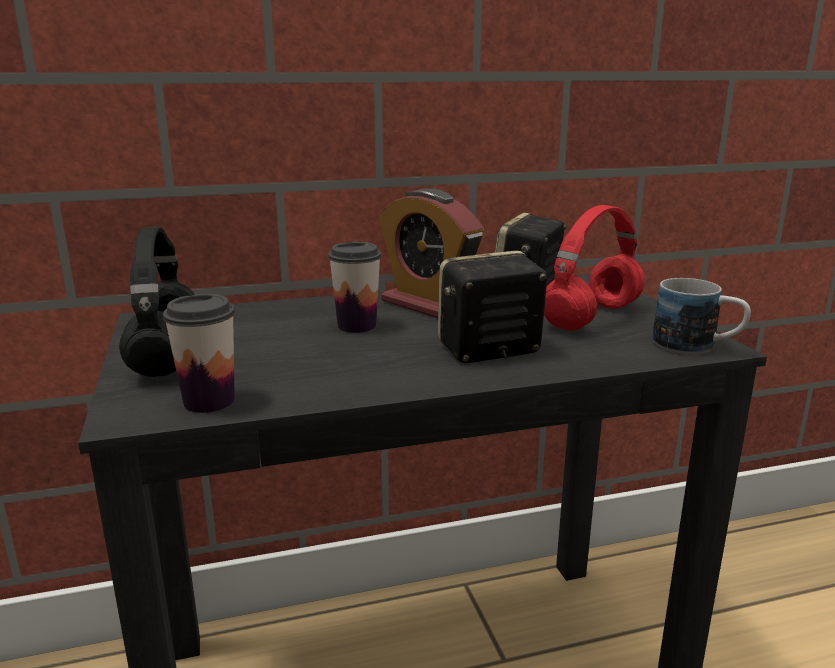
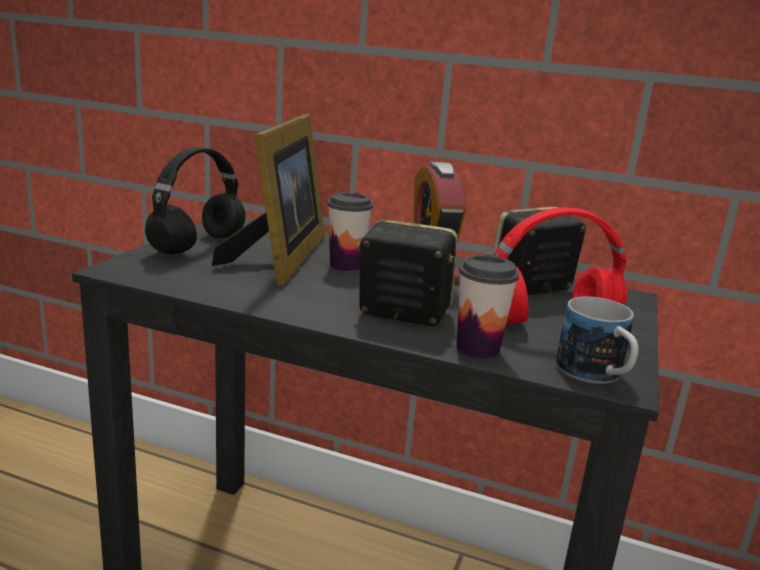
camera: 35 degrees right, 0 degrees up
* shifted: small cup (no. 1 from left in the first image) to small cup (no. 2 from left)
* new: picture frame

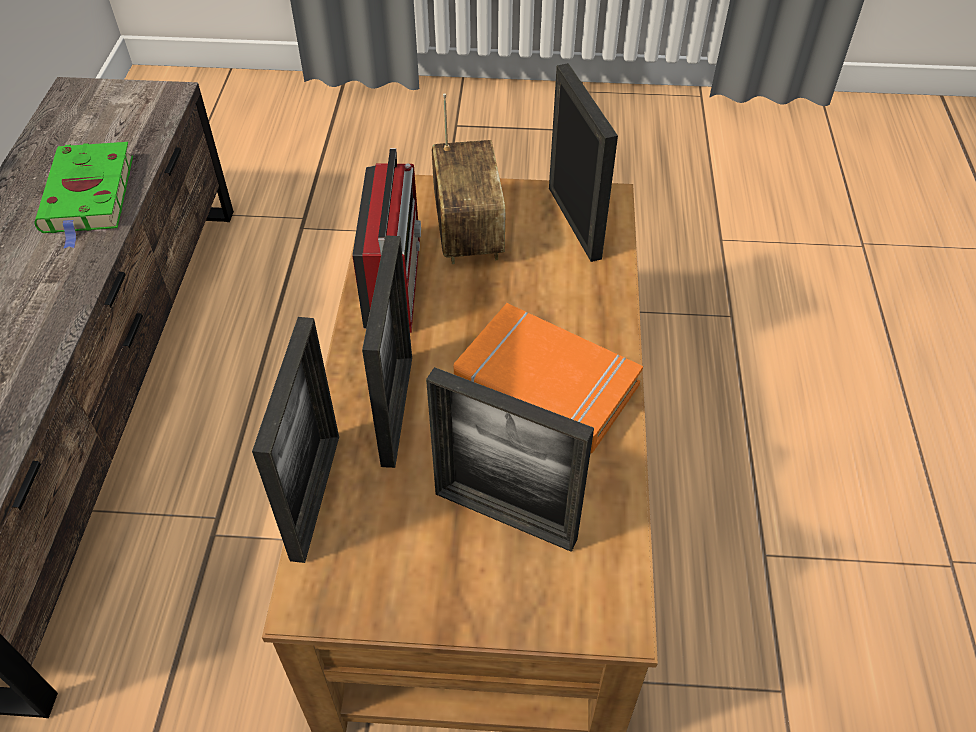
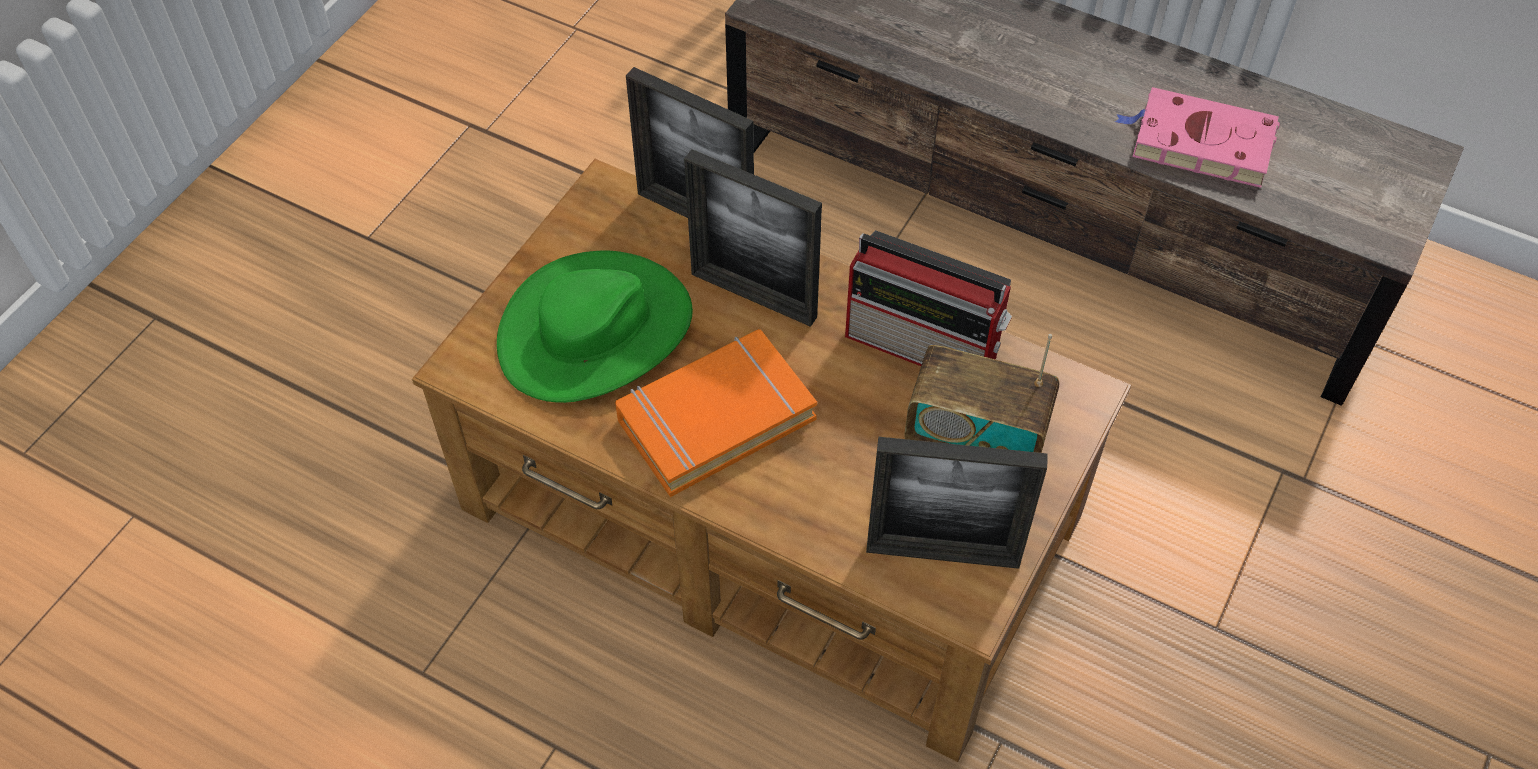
camera: 115 degrees right, 5 degrees up
* repainted: green volume to pink-coloured volume
* swapped: picture frame (no. 3 from left) to green hat

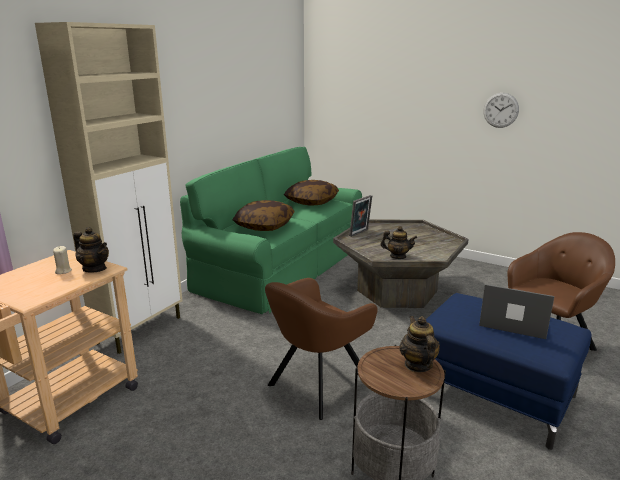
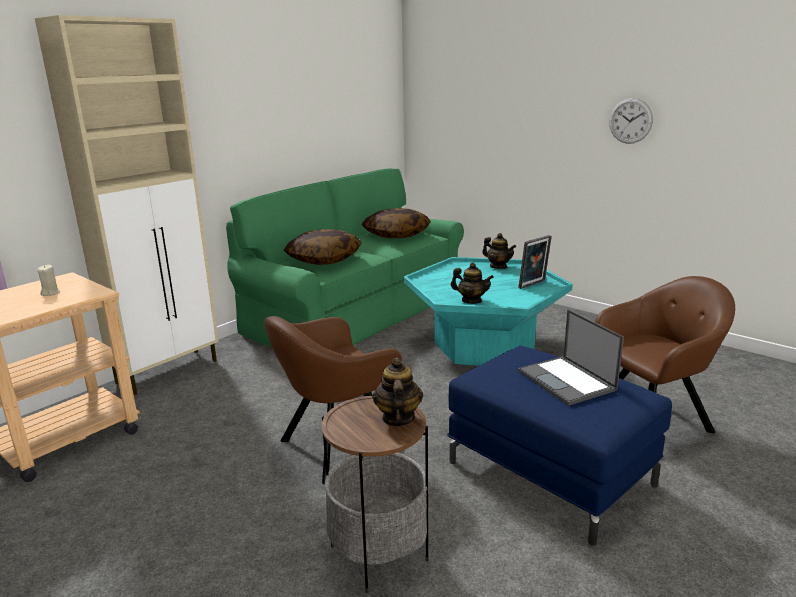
camera: 10 degrees right, 0 degrees up
* shifted: pot for tea (no. 1 from left in the first image) to pot for tea (no. 3 from left)
* repainted: greyish coffee table to blue-green coffee table
* shifted: picture frame
* rotated: notebook computer 150 degrees counterclockwise

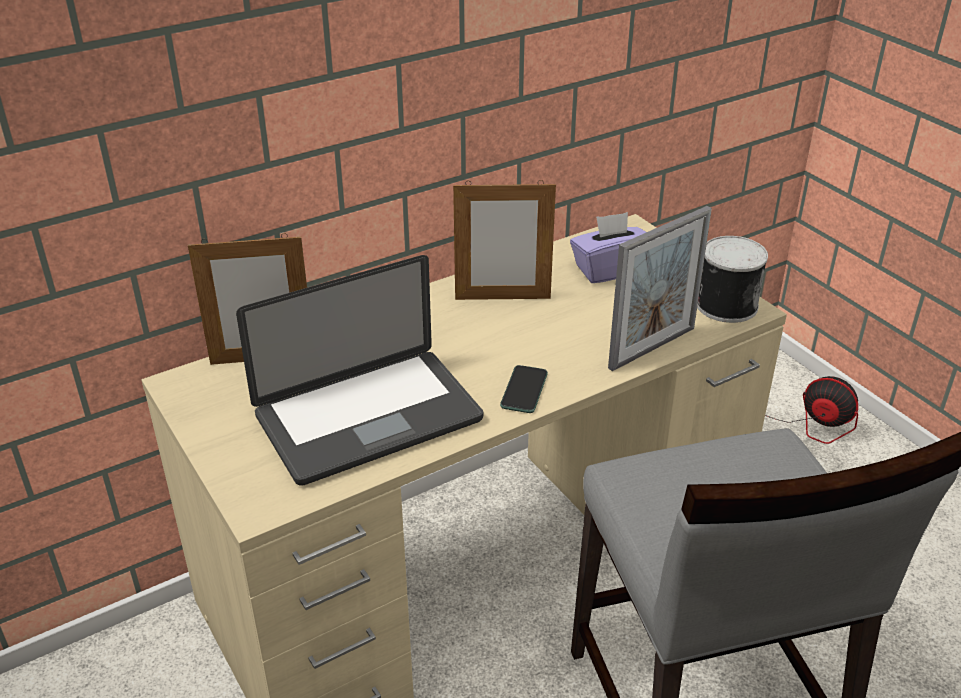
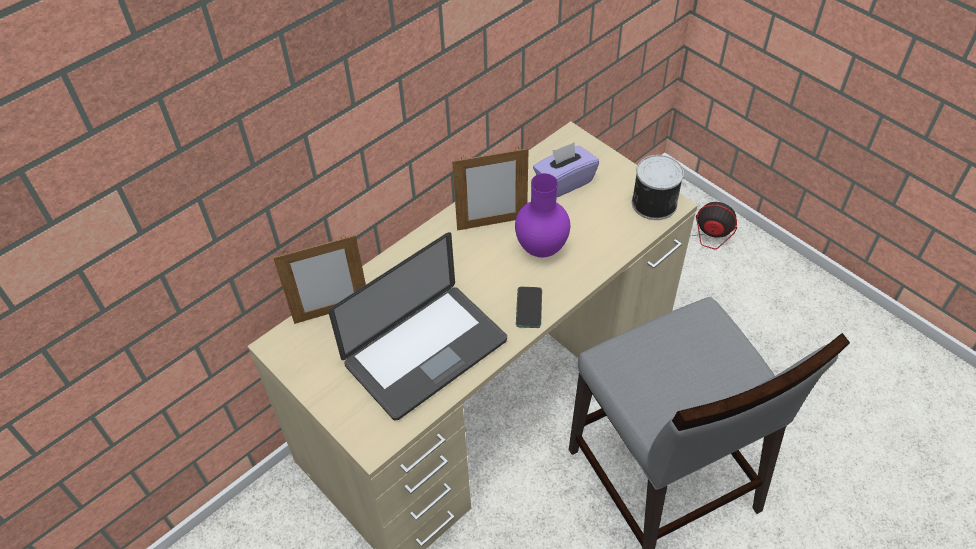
camera: 10 degrees left, 15 degrees up
* gone: picture frame (no. 3 from left)
* new: purple-coloured flower vase

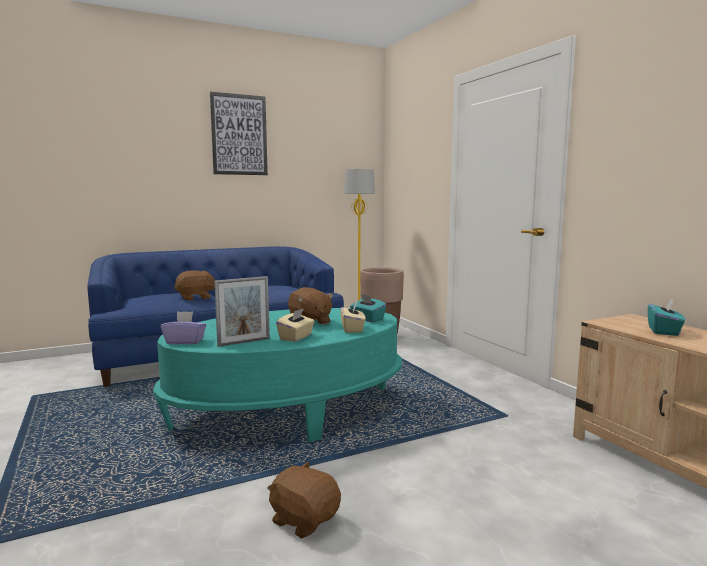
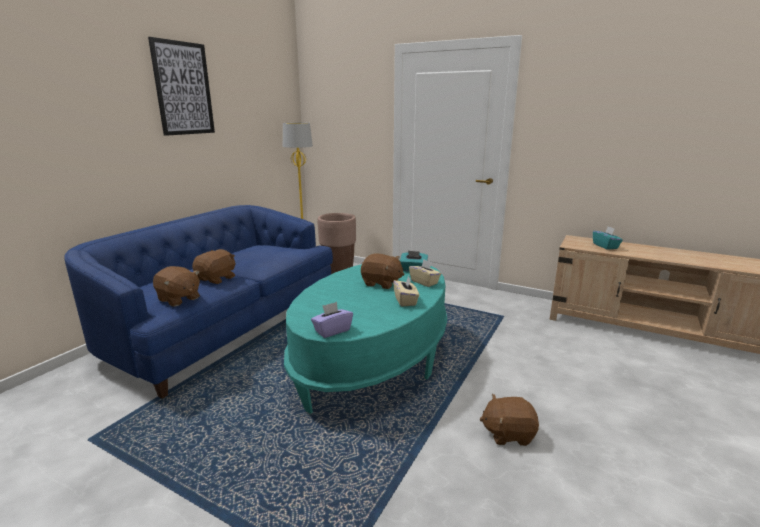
camera: 35 degrees left, 10 degrees up
* gone: picture frame
* new: brown-coloured cuddly toy (no. 1 from left)

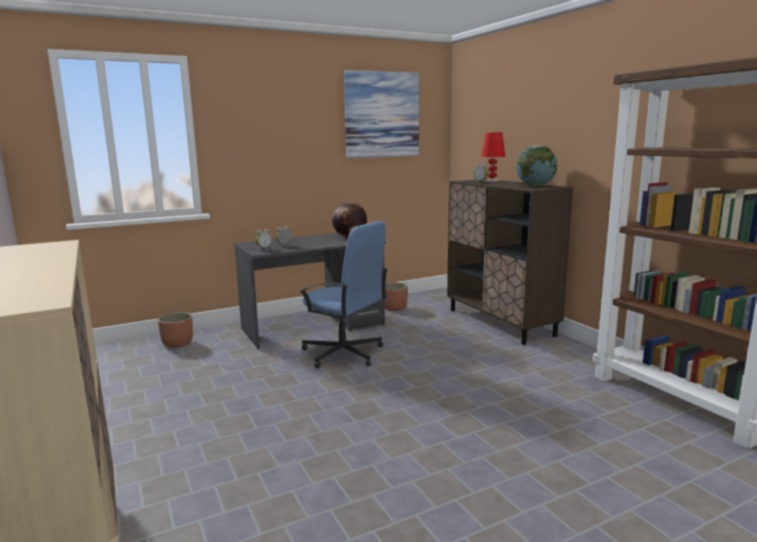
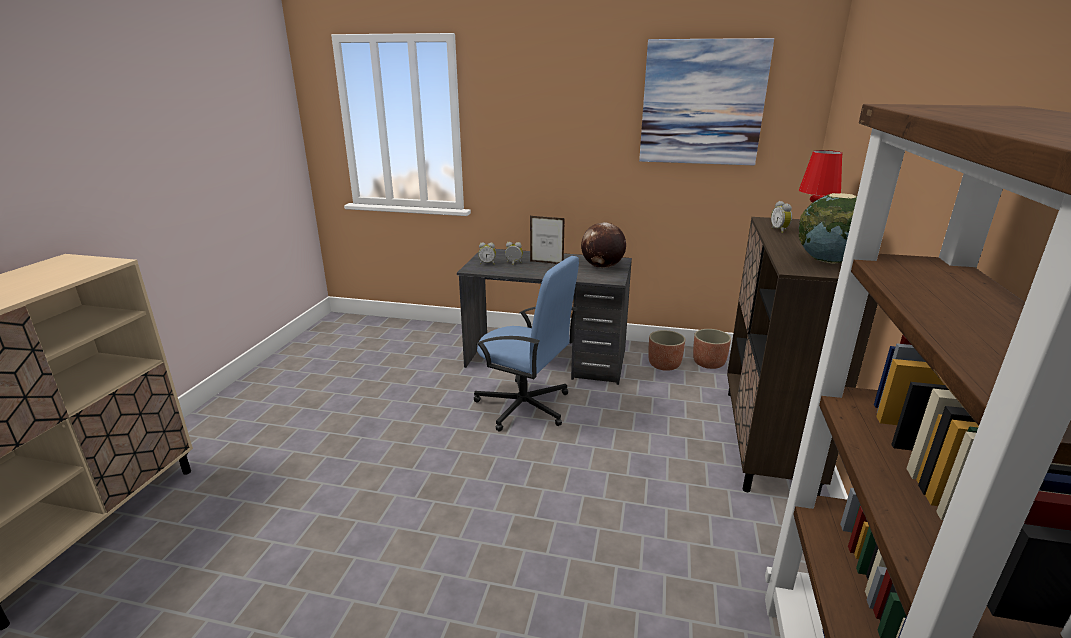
camera: 40 degrees right, 10 degrees up
* shifted: flower pot (no. 1 from left in the first image) to flower pot (no. 2 from left)
* rotated: blue-coloured office chair 45 degrees counterclockwise
* new: picture frame

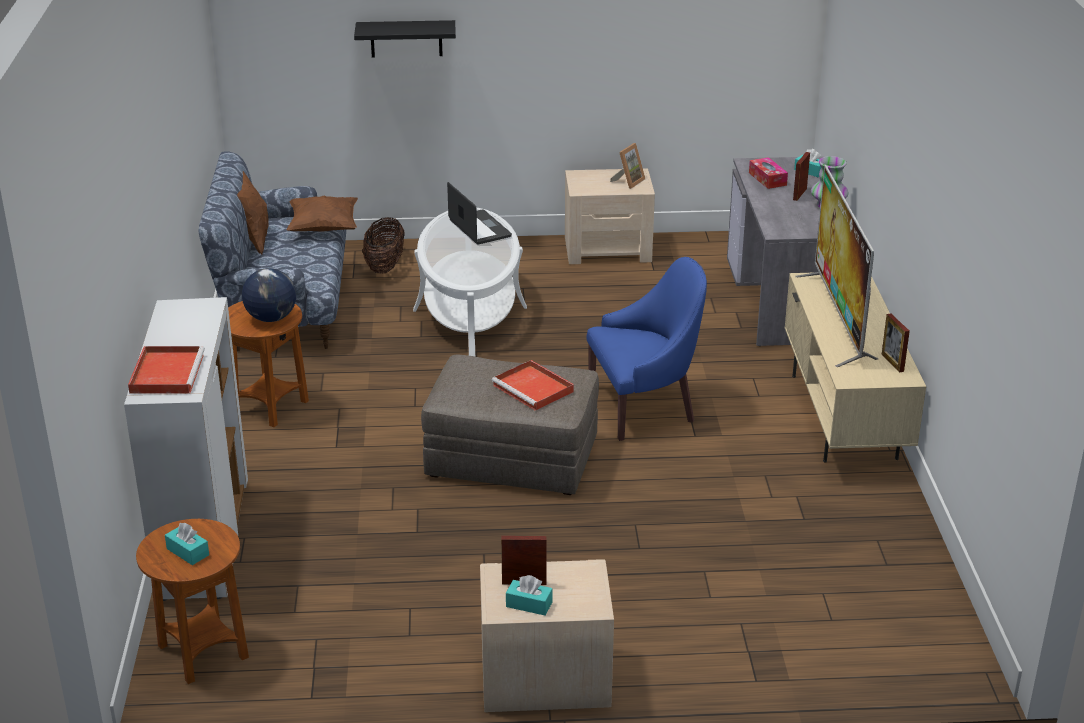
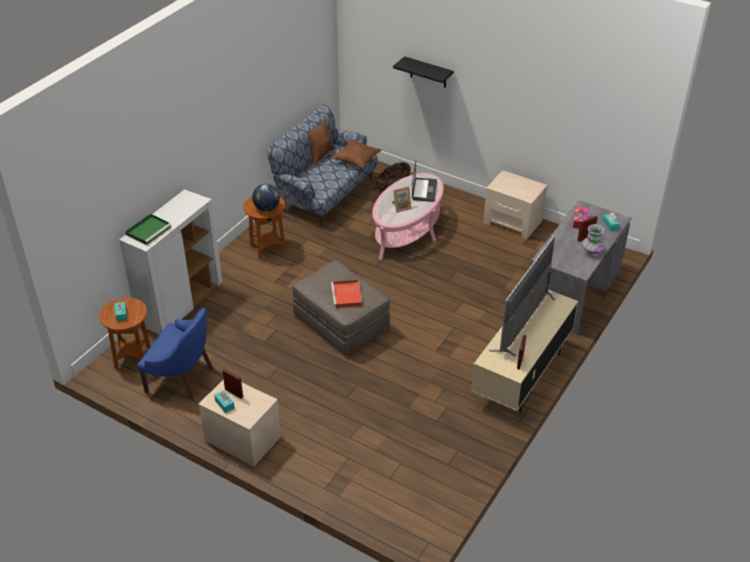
camera: 35 degrees right, 10 degrees up
* repainted: red serving tray (no. 1 from left) to green serving tray
* repainted: whitish coffee table to pink-coloured coffee table
* shifted: blue-coloured lounge chair
* shifted: picture frame (no. 2 from left)

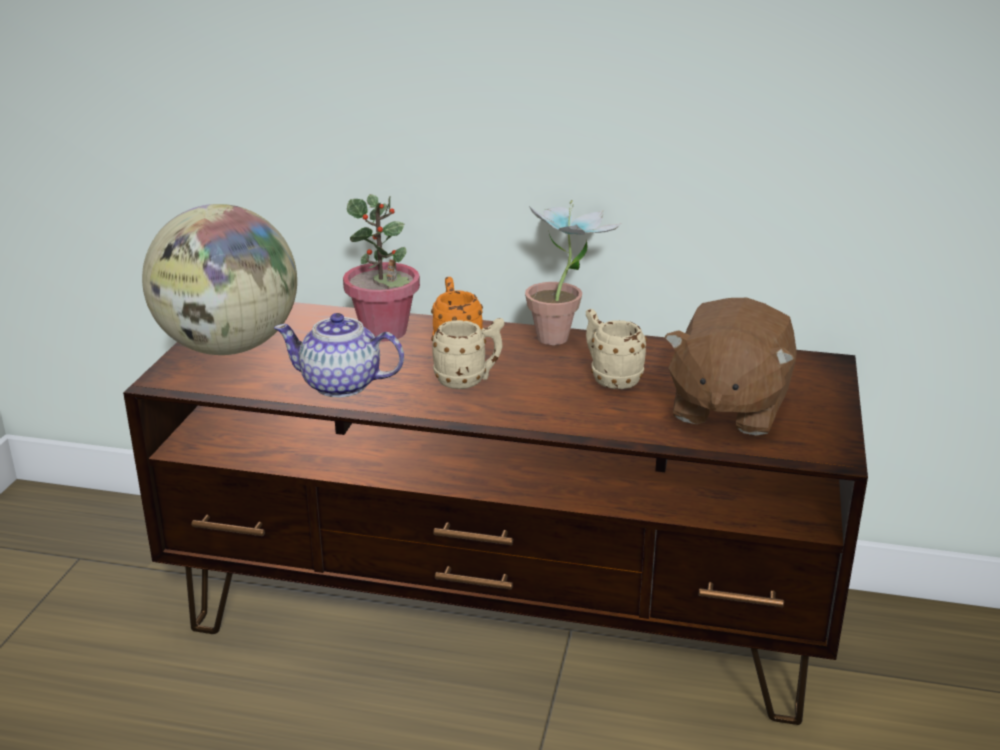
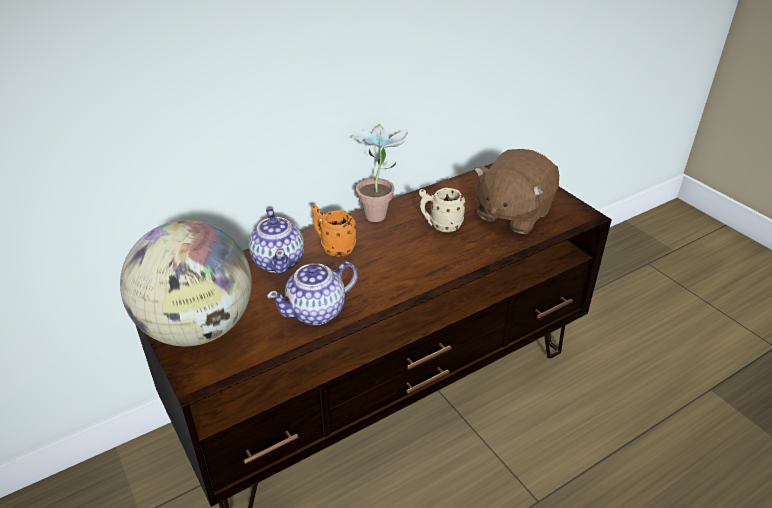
camera: 45 degrees left, 10 degrees up
* swapped: potted plant (no. 1 from left) to pot for tea (no. 1 from left)
* gone: sand-coloured coffee mug (no. 1 from left)
* rotated: brown-coloured cuddly toy 60 degrees clockwise

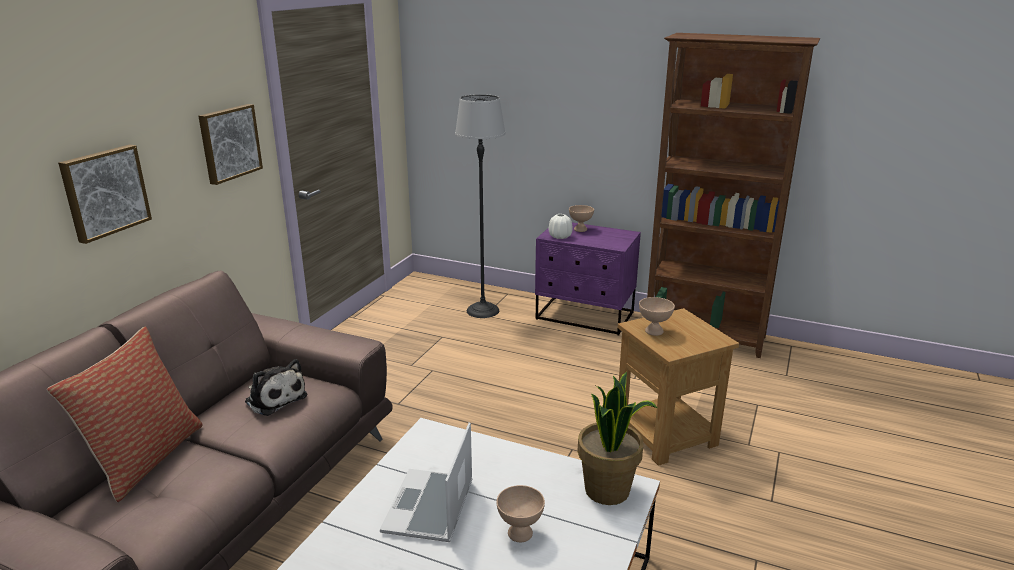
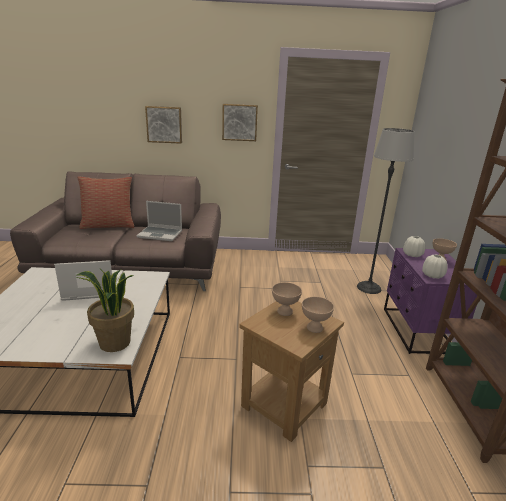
camera: 65 degrees right, 0 degrees up
* swapped: cuddly toy to notebook computer (no. 2 from left)
* shifted: sand-coloured bowl (no. 1 from left in the first image) to sand-coloured bowl (no. 2 from left)
* new: whitish flower vase (no. 2 from left)

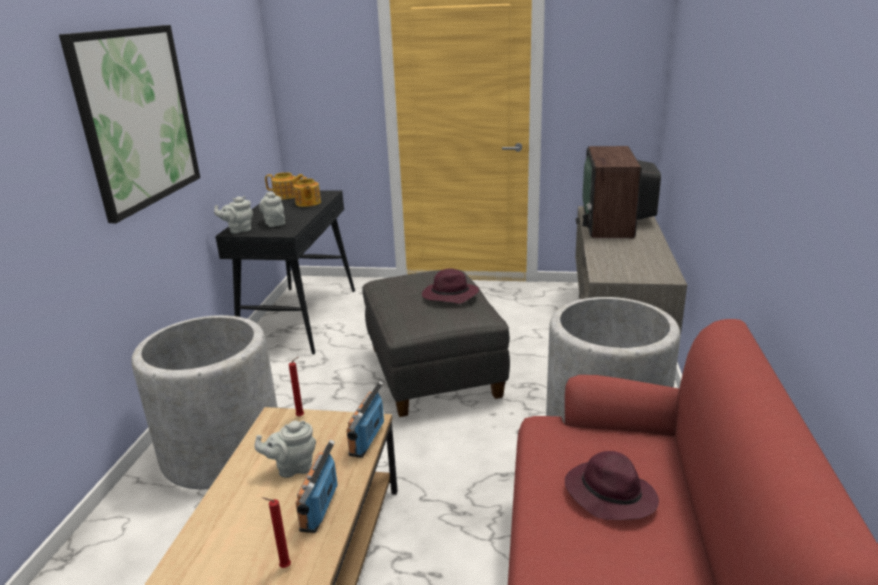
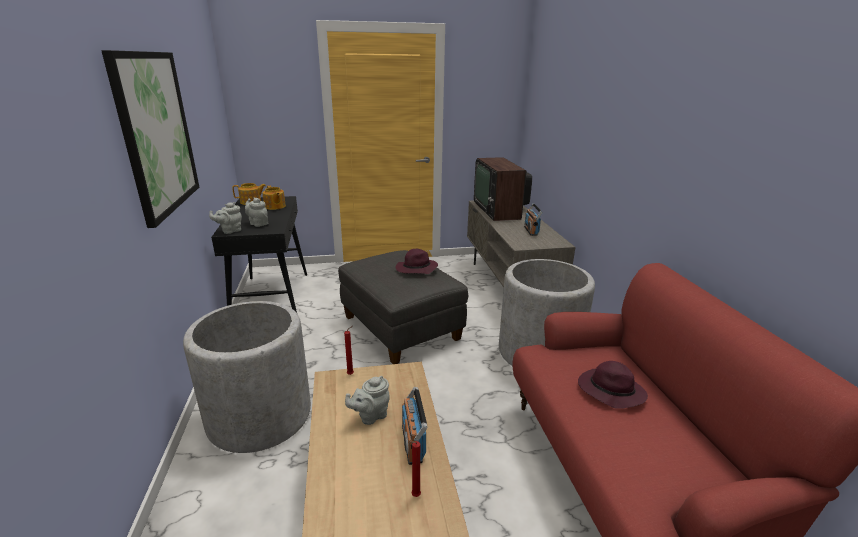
camera: 20 degrees left, 0 degrees up
* shifted: radio set (no. 2 from left)

